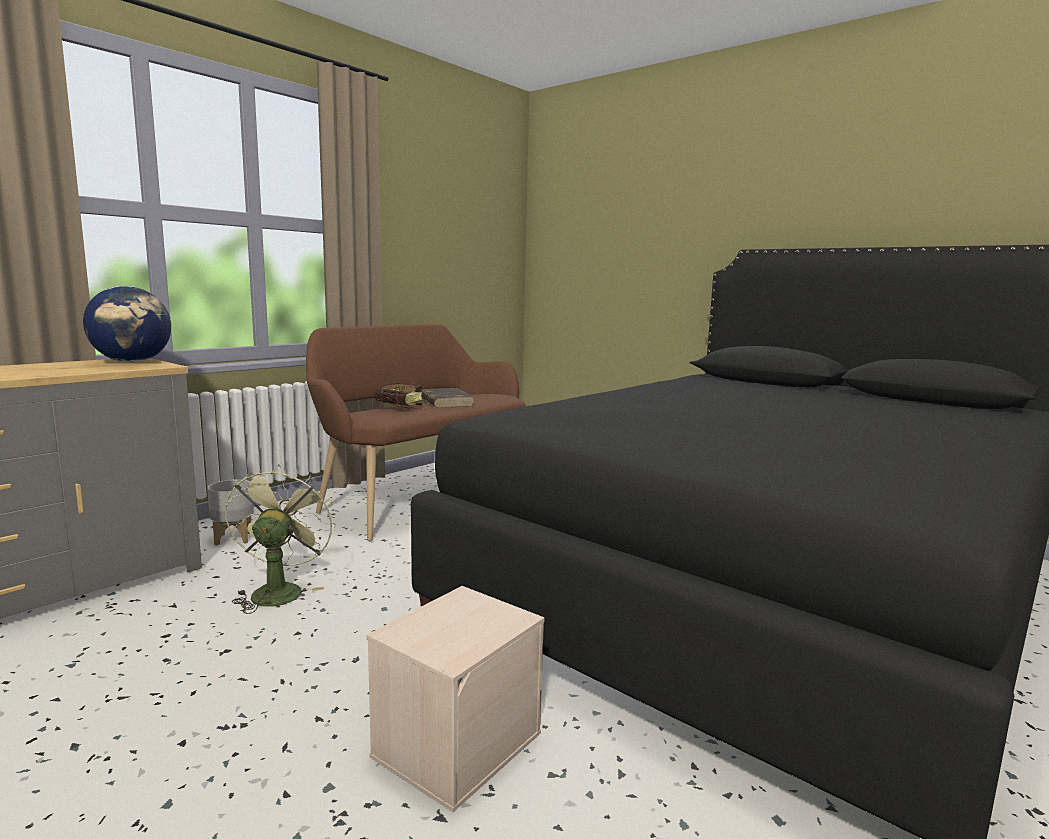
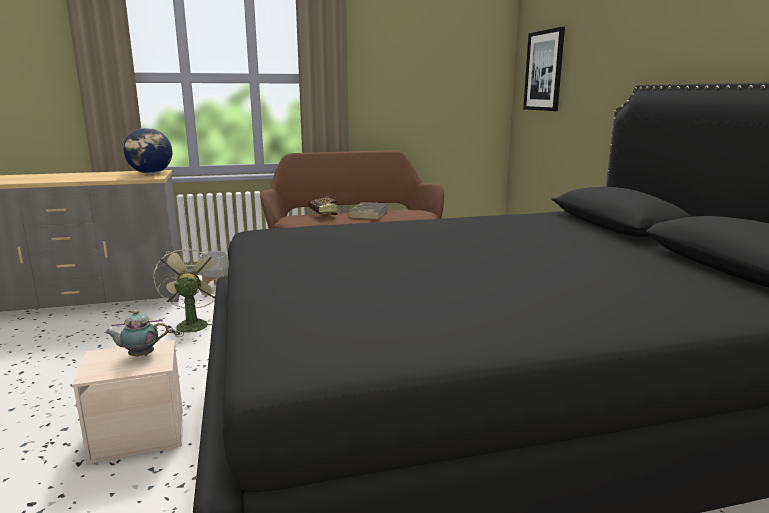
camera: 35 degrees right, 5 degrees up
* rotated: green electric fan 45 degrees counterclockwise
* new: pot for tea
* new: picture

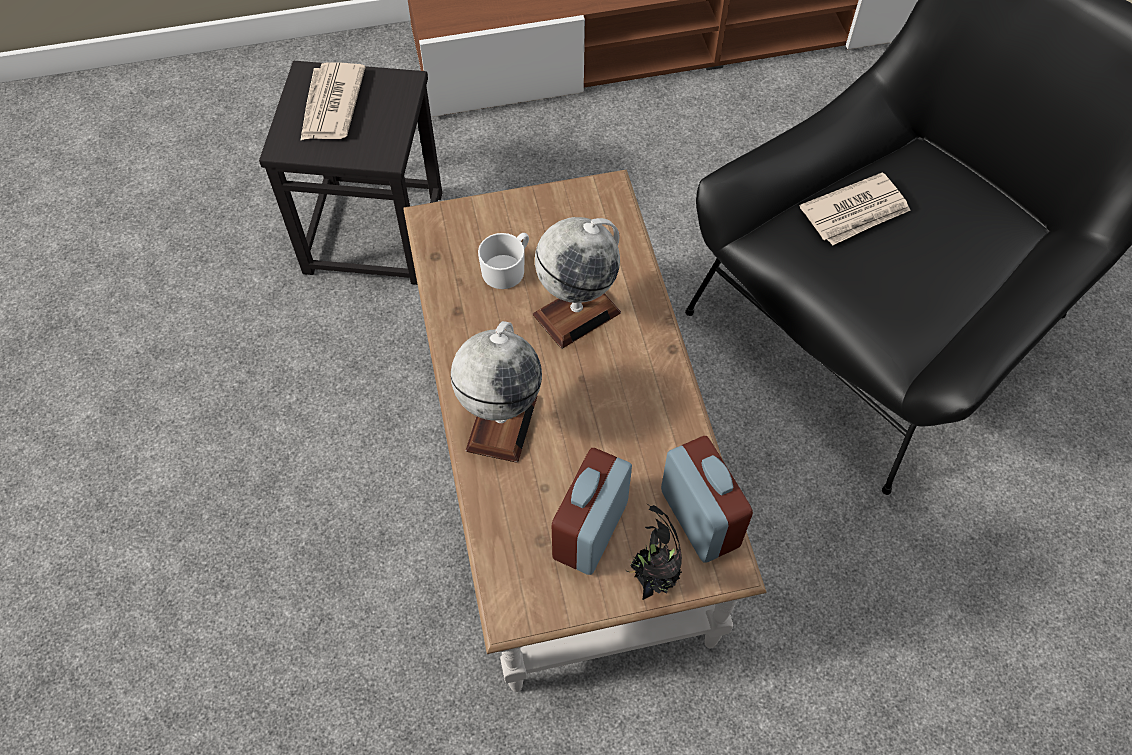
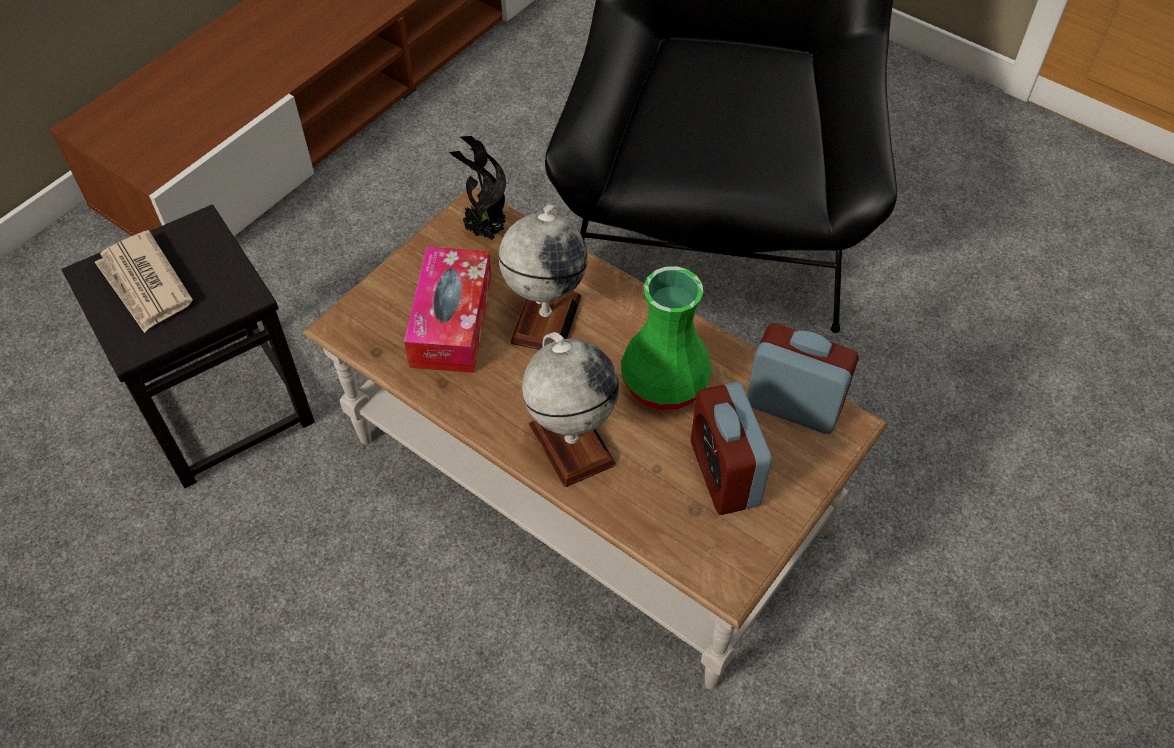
camera: 40 degrees left, 5 degrees down
* swapped: whitish coffee mug to box of tissues
* shifted: potted plant
* gone: daily paper (no. 2 from left)
* new: green flower vase

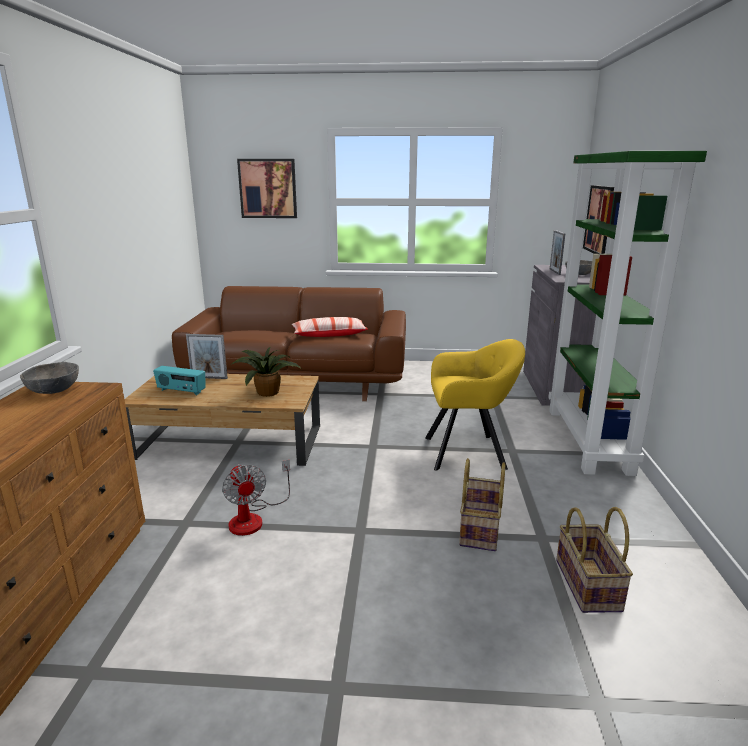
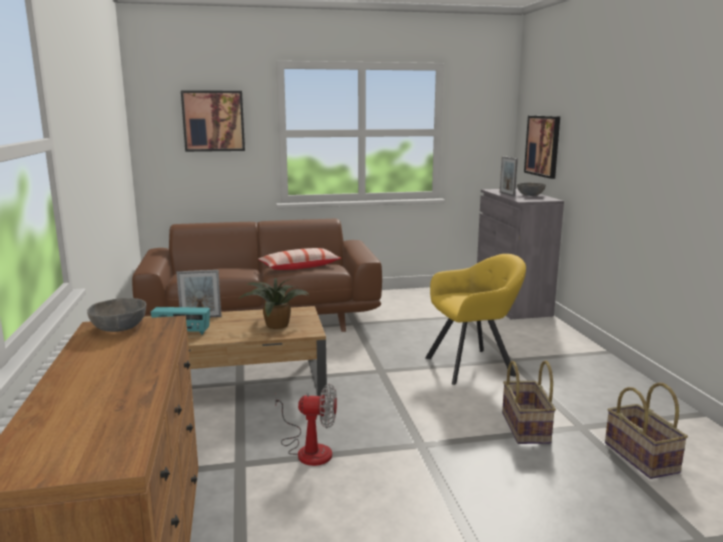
camera: 15 degrees left, 5 degrees down
* rotated: electric fan 45 degrees counterclockwise
* gone: green shelving unit

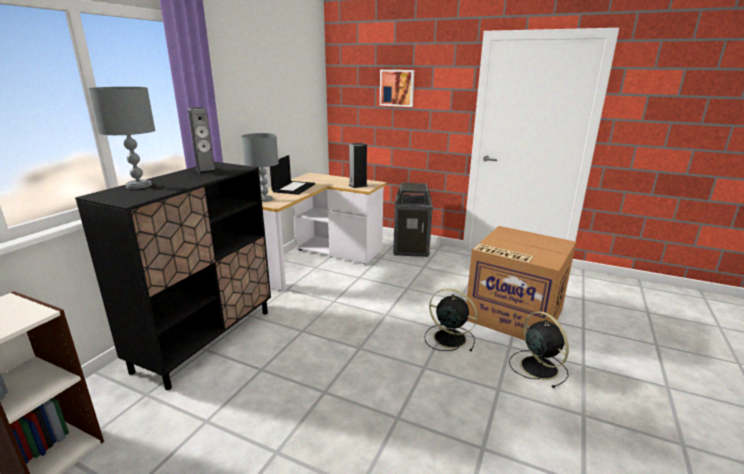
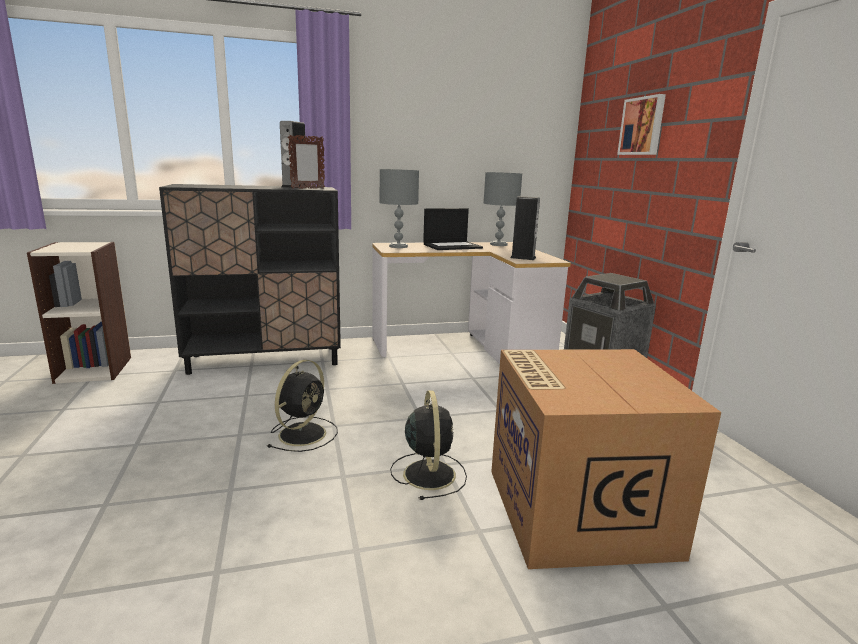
camera: 50 degrees right, 5 degrees down
* shifted: greyish tabletop lamp (no. 1 from left in the first image) to greyish tabletop lamp (no. 2 from left)
* shifted: black-coloured electric fan (no. 2 from left in the first image) to black-coloured electric fan (no. 1 from left)
* new: picture frame

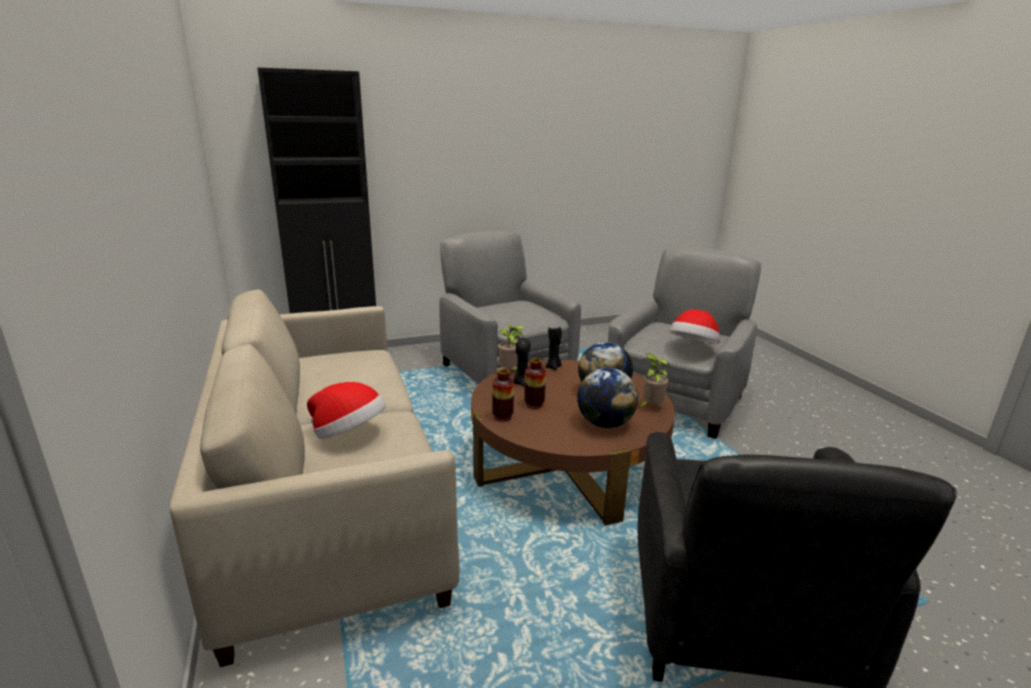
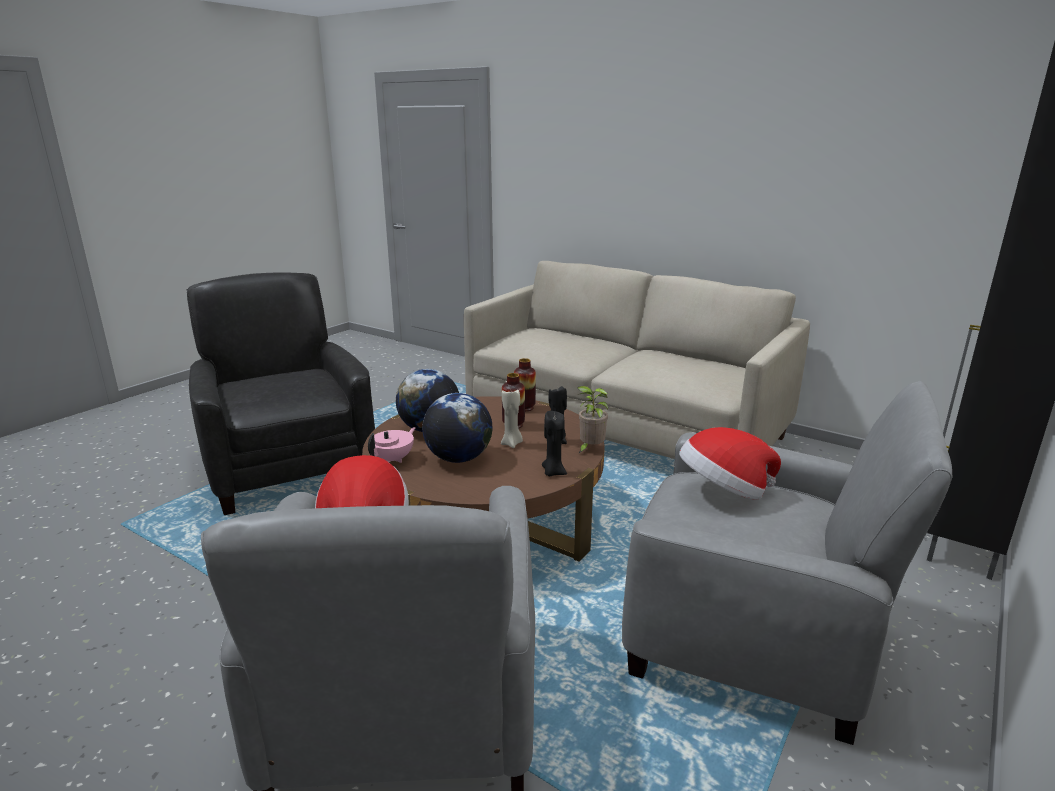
camera: 145 degrees right, 0 degrees up
* shifted: hat (no. 1 from left in the first image) to hat (no. 2 from left)
* swapped: potted plant (no. 2 from left) to pink-coloured pot for tea
* new: sand-coloured candle

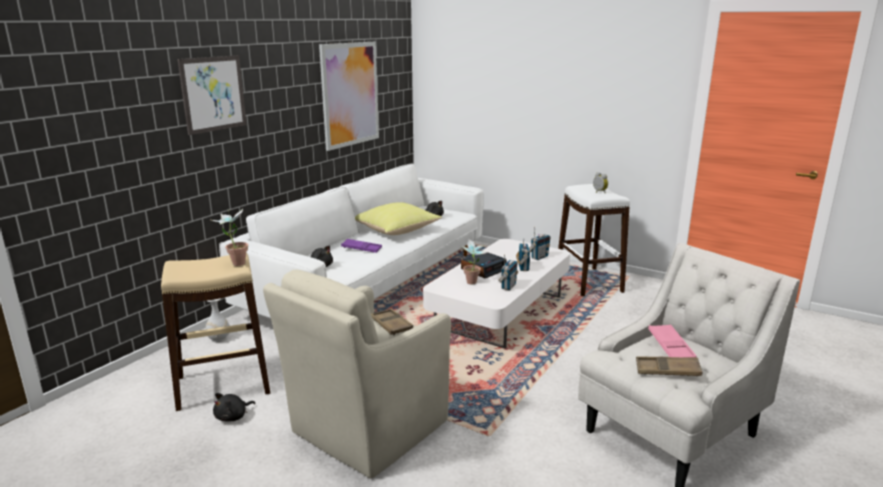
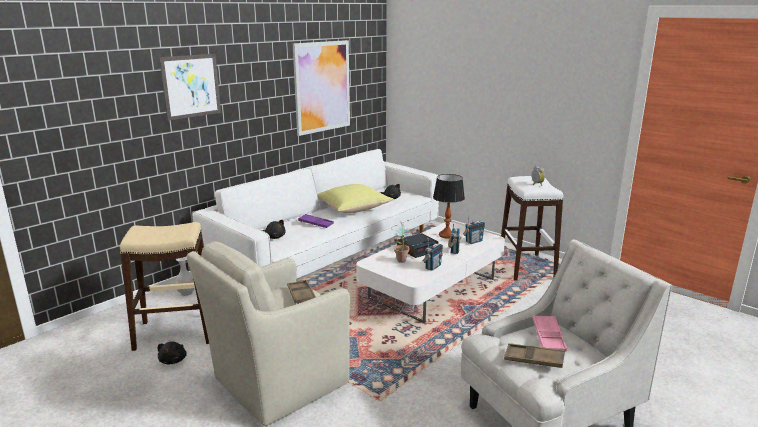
camera: 10 degrees right, 0 degrees up
* gone: potted plant (no. 1 from left)
* rotated: black-coloured cuddly toy (no. 1 from left) 45 degrees counterclockwise
* new: tabletop lamp

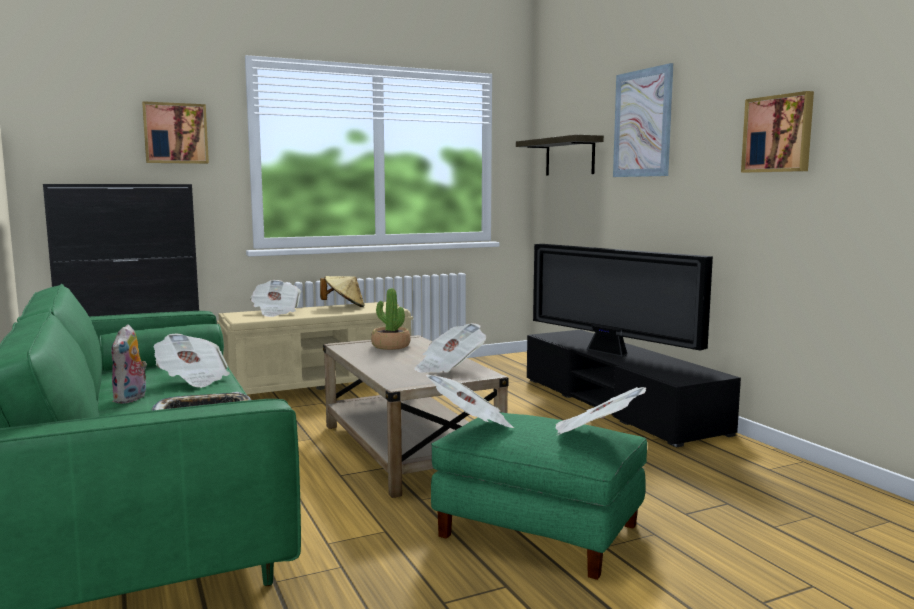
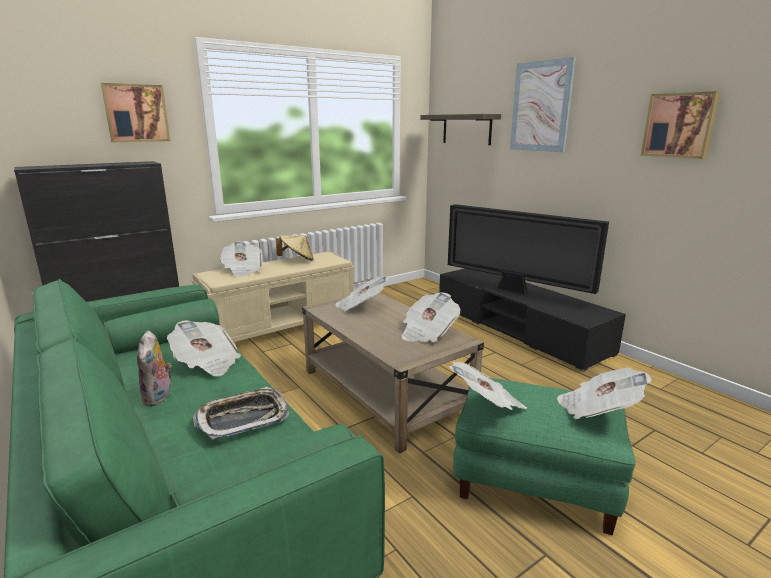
camera: 10 degrees left, 10 degrees up
* swapped: potted plant to daily paper (no. 3 from left)

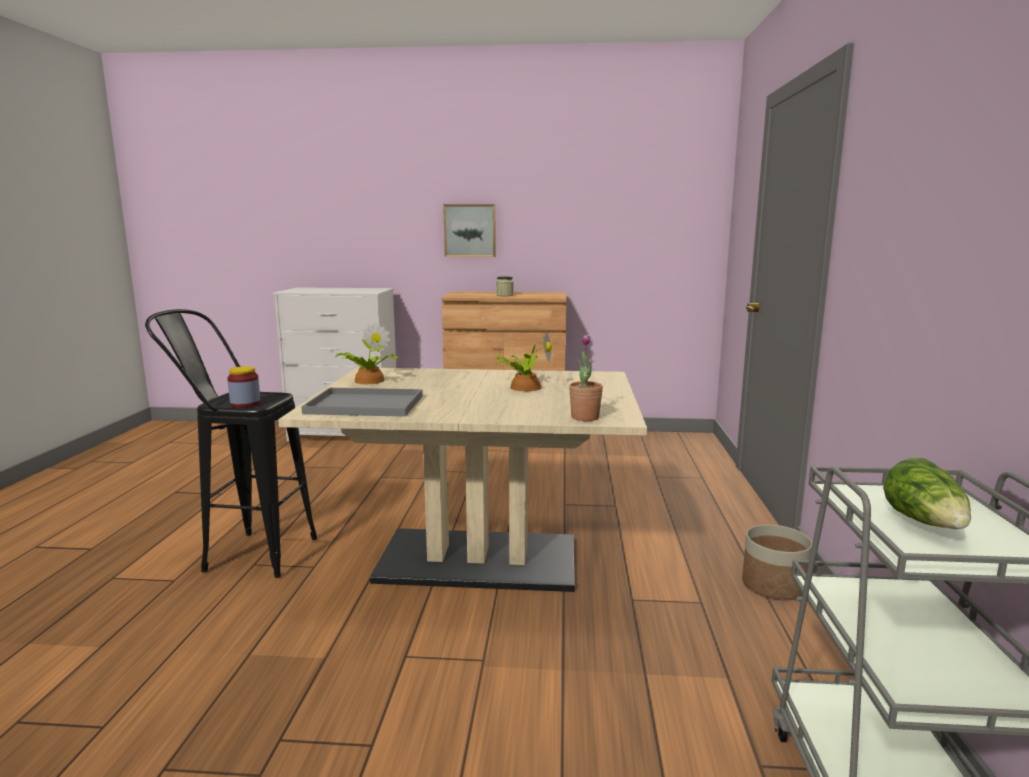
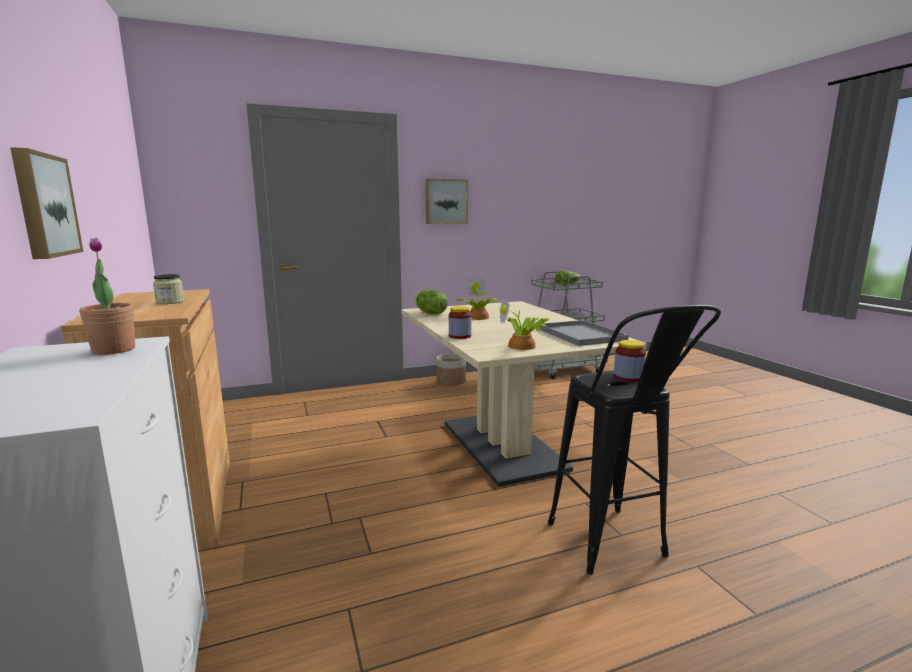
camera: 115 degrees left, 0 degrees up
* shifted: potted plant (no. 3 from left in the first image) to potted plant (no. 1 from left)
* new: lettuce head (no. 1 from left)
* new: picture (no. 2 from left)
* new: storage jar (no. 2 from left)

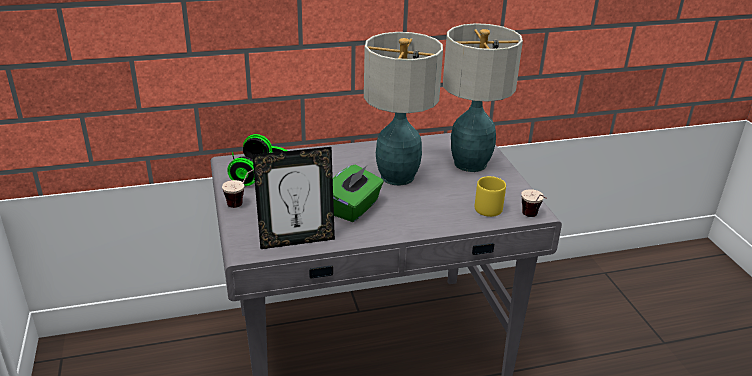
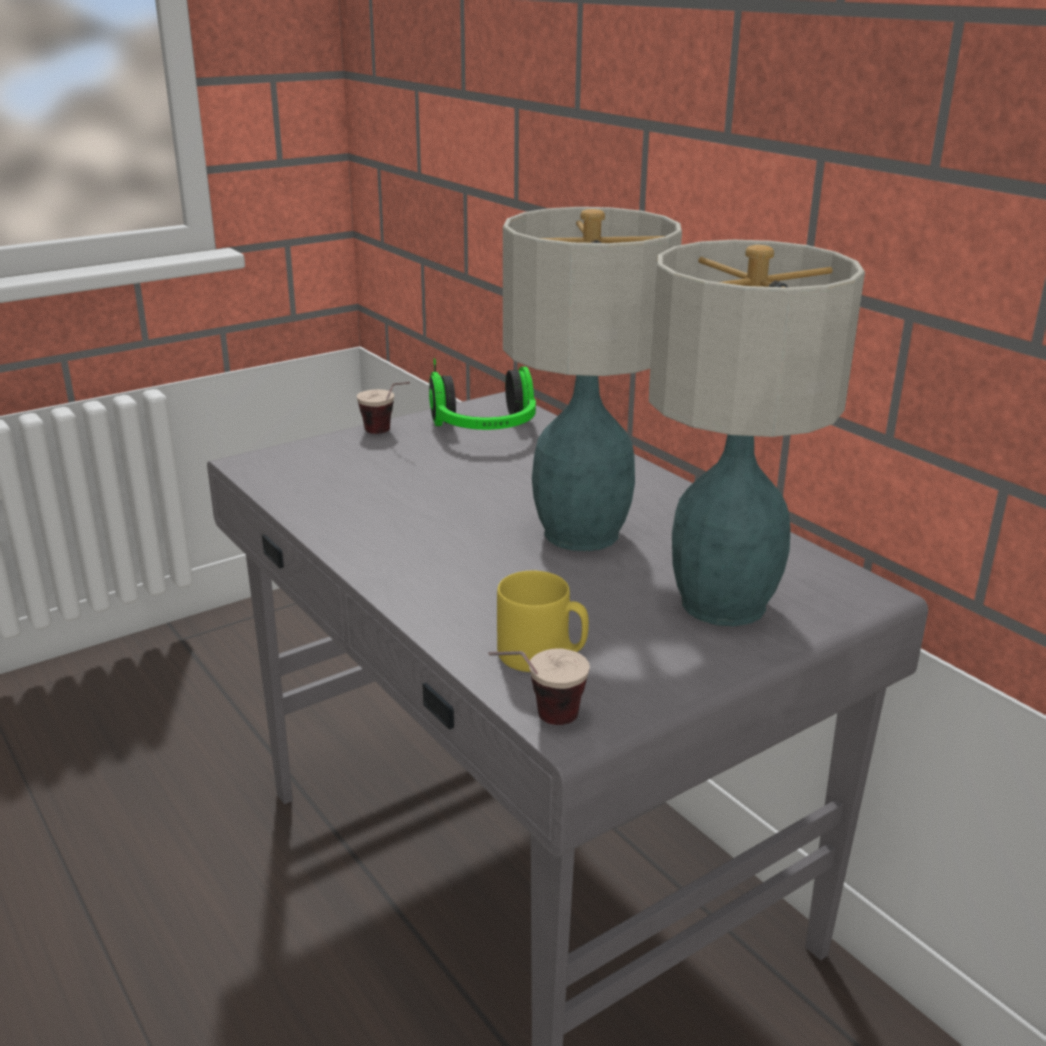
camera: 70 degrees right, 5 degrees down
* gone: picture frame
* gone: green box of tissues

